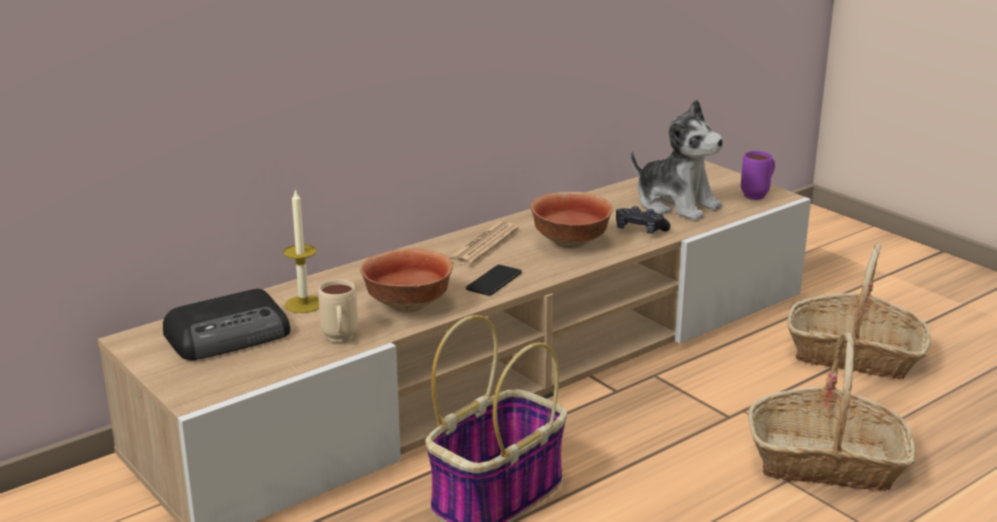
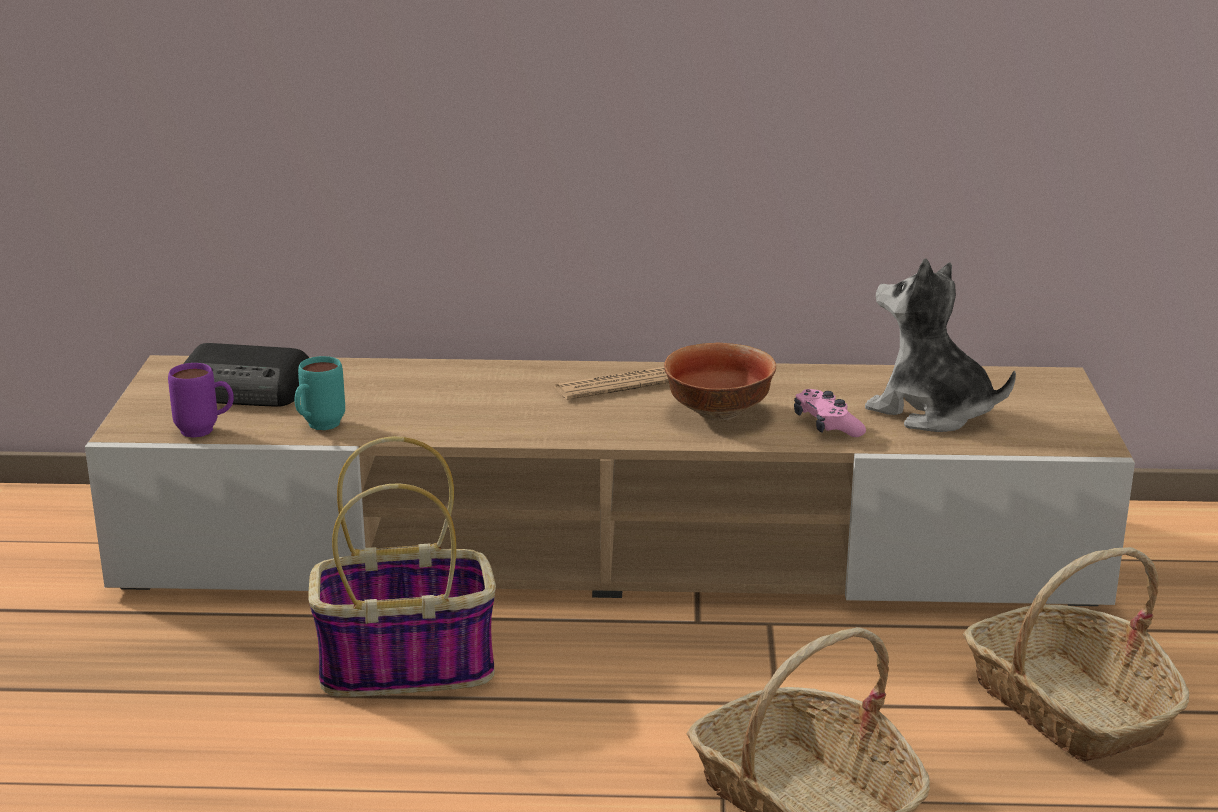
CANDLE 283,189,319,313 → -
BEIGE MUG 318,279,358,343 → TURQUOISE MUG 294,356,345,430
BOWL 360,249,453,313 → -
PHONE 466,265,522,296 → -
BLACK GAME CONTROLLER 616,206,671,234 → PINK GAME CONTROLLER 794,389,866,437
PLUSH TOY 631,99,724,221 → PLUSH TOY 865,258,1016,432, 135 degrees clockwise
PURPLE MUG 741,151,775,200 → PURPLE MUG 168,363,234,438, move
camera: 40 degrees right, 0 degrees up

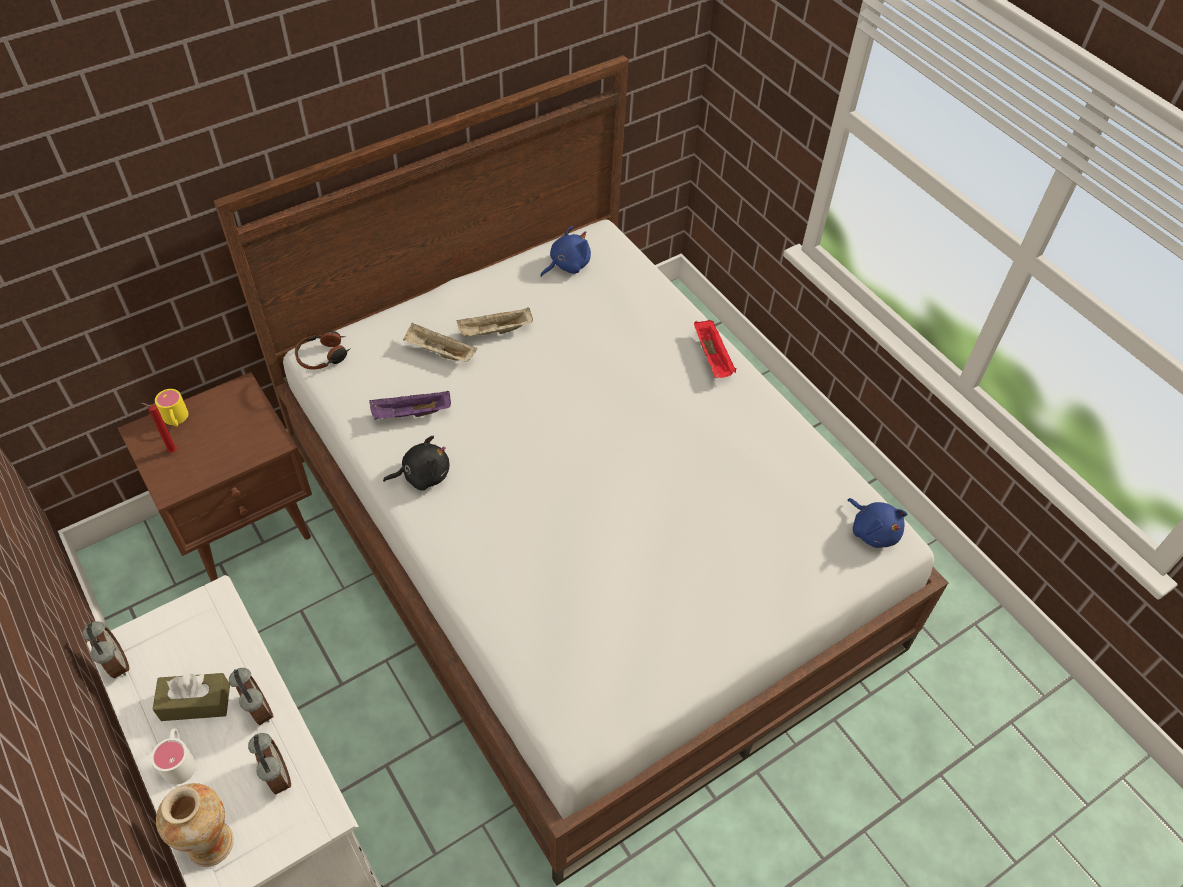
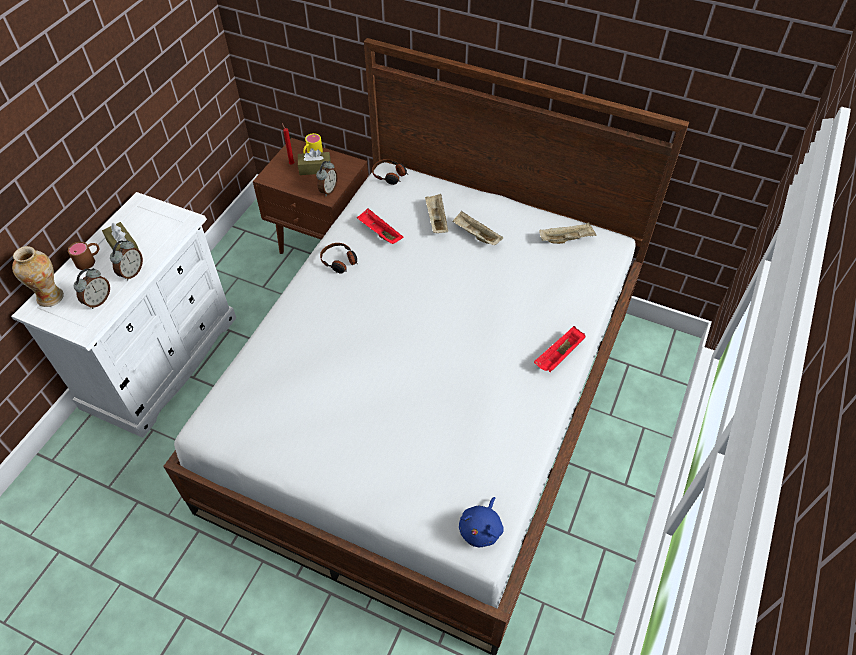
ALARM CLOCK 83,621,129,678 → ALARM CLOCK 316,161,338,196, move
WHITE MUG 151,728,197,785 → BROWN MUG 68,242,99,270
PURPLE TRAY 369,391,451,420 → RED TRAY 357,208,404,244
BLACK PLUSH TOY 383,436,449,491 → HEADPHONES 320,243,358,273
BLUE PLUSH TOY 540,226,591,277 → BEIGE TRAY 539,222,597,244
- → BROWN TISSUE BOX 298,148,331,175
camera: 60 degrees right, 0 degrees up

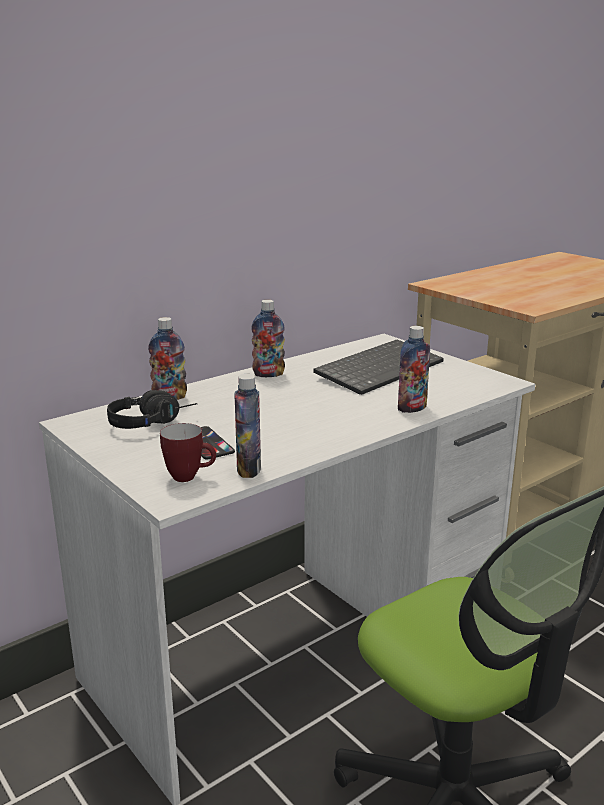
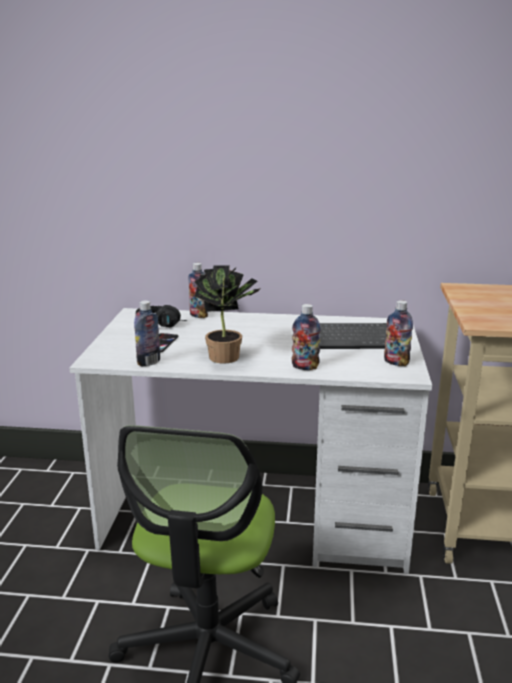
MUG 160,423,216,482 → -
BOTTLE 251,300,285,377 → BOTTLE 384,300,413,366, move
- → POTTED PLANT 194,265,261,364
camera: 45 degrees right, 0 degrees up

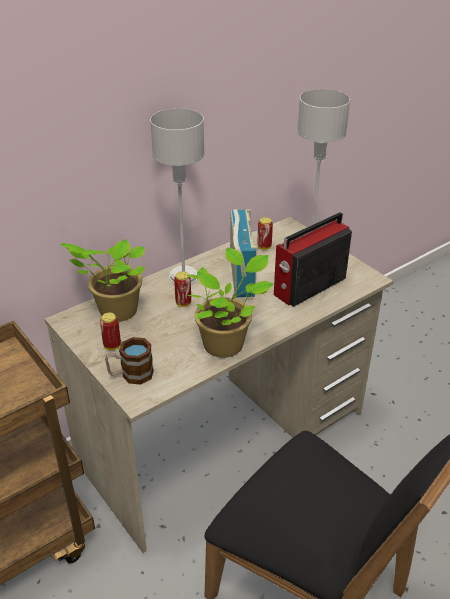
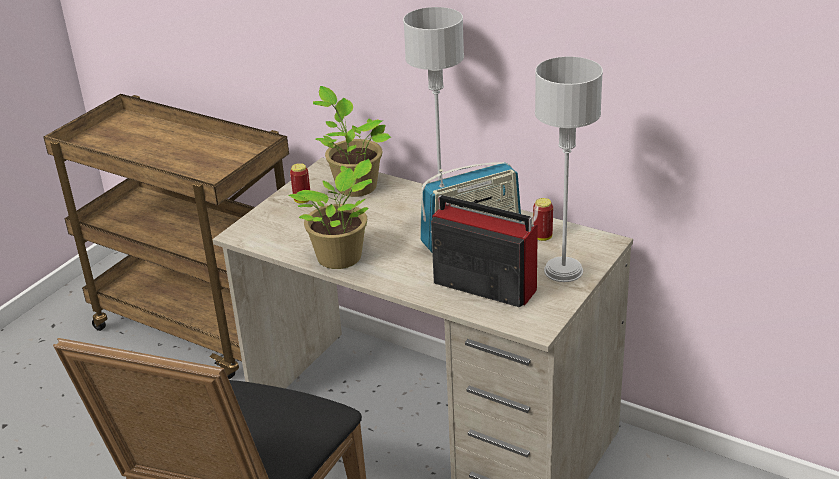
MUG 105,337,154,385 → -
CAN 174,271,191,307 → -
camera: 70 degrees right, 5 degrees down

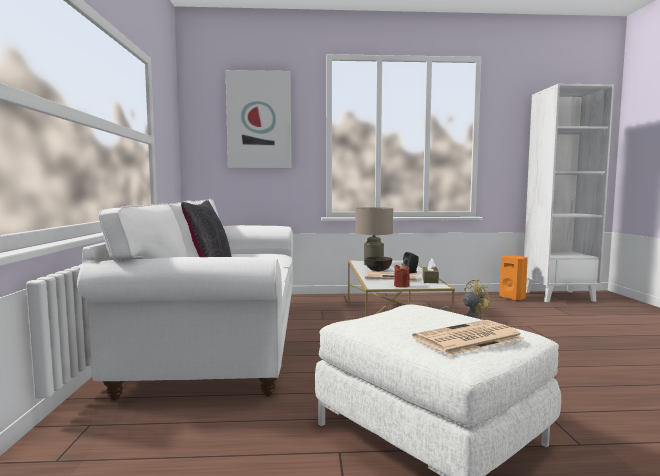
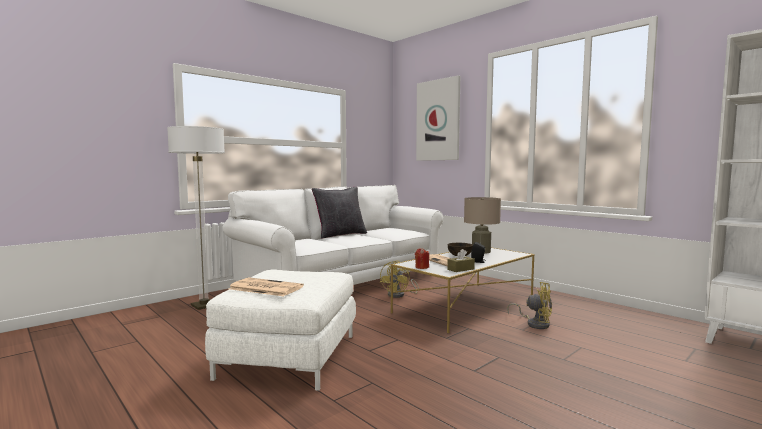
ORANGE SPEAKER 499,255,528,301 → -
- → FLOOR LAMP 167,126,225,310
- → YELLOW FAN 380,261,419,298
camera: 50 degrees right, 0 degrees up

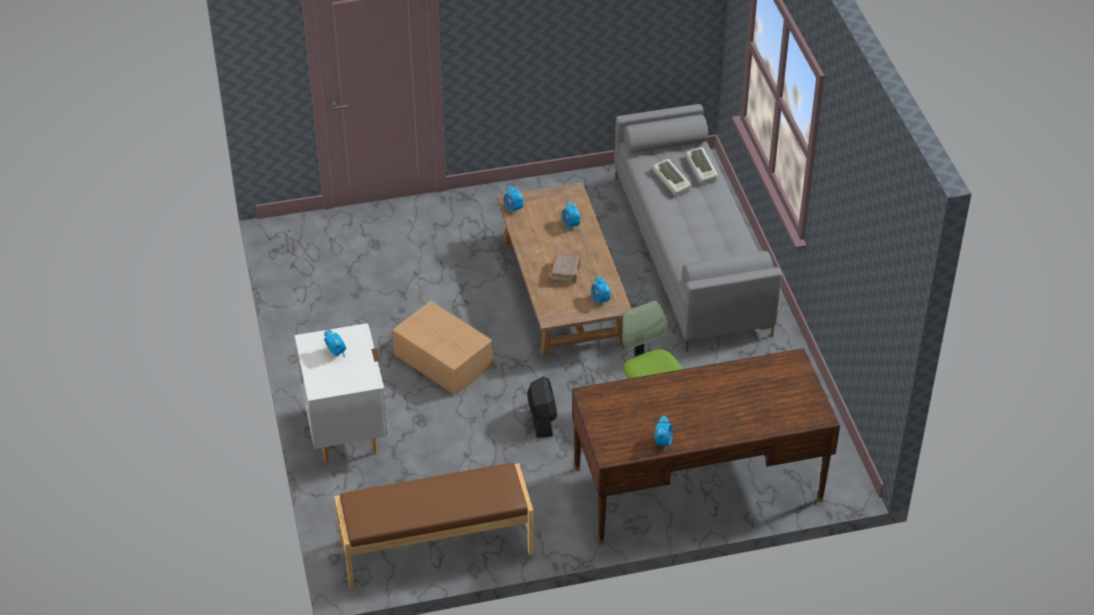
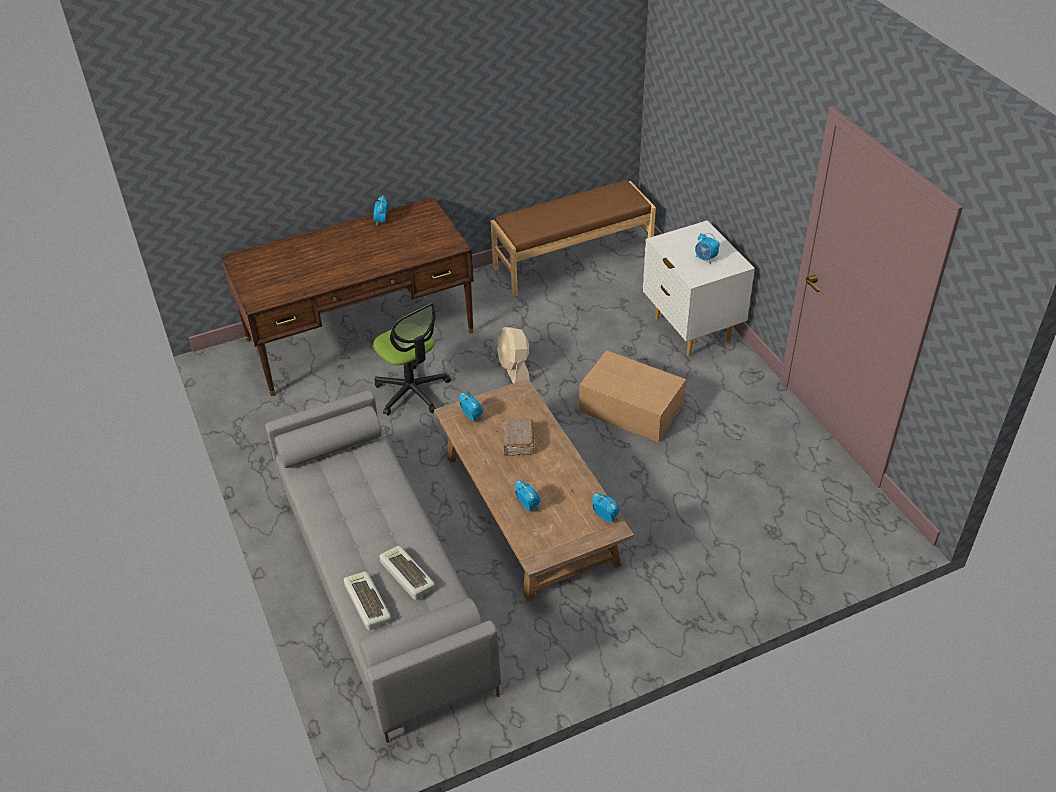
BLACK FAN 527,376,557,438 → BEIGE FAN 497,327,530,383
camera: 170 degrees right, 0 degrees up

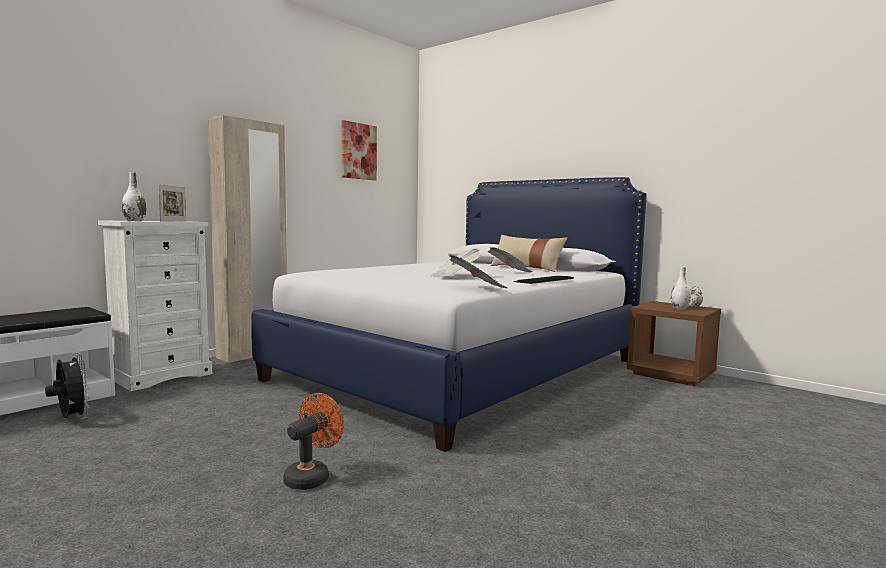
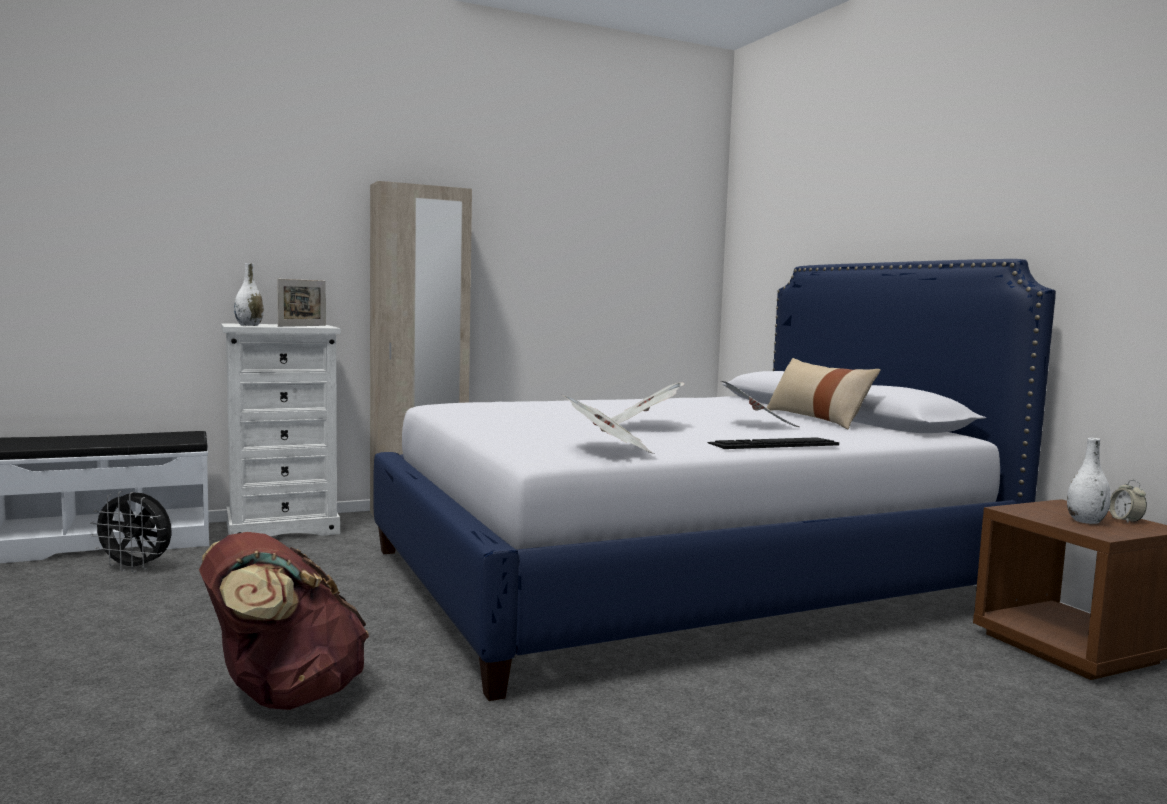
BLACK FAN 45,353,90,419 → BLACK FAN 90,491,171,572, 120 degrees clockwise
ORANGE FAN 283,393,344,490 → BROWN BACKPACK 199,532,369,710
PICTURE 342,120,377,180 → -
camera: 25 degrees right, 0 degrees up

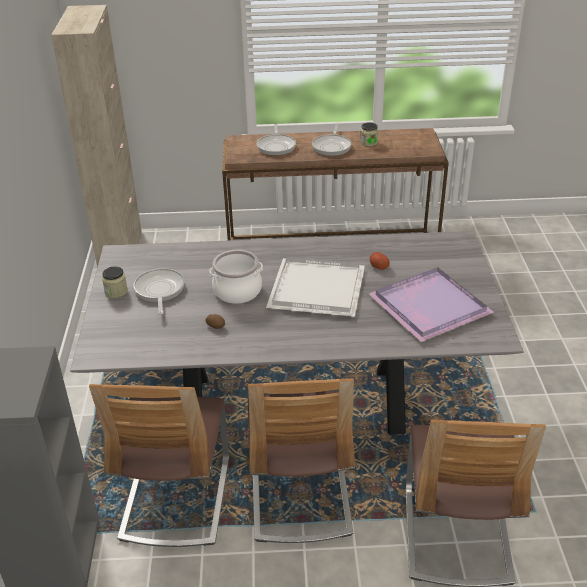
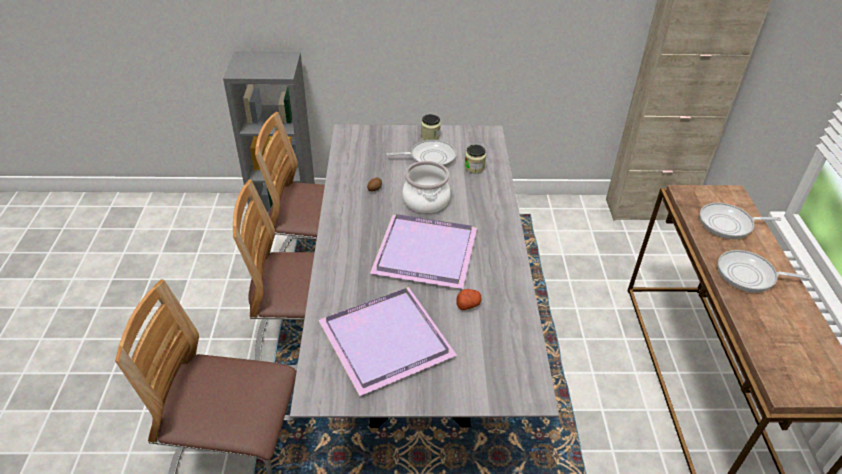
WHITE TRAY 266,257,365,317 → PURPLE TRAY 370,214,477,289
JAR 360,122,378,147 → JAR 464,145,486,173, move
camera: 90 degrees right, 5 degrees up

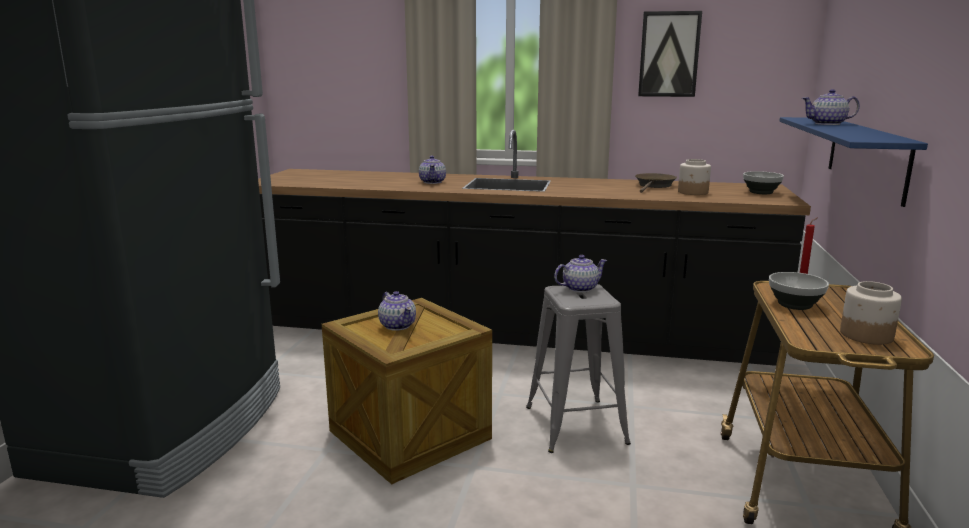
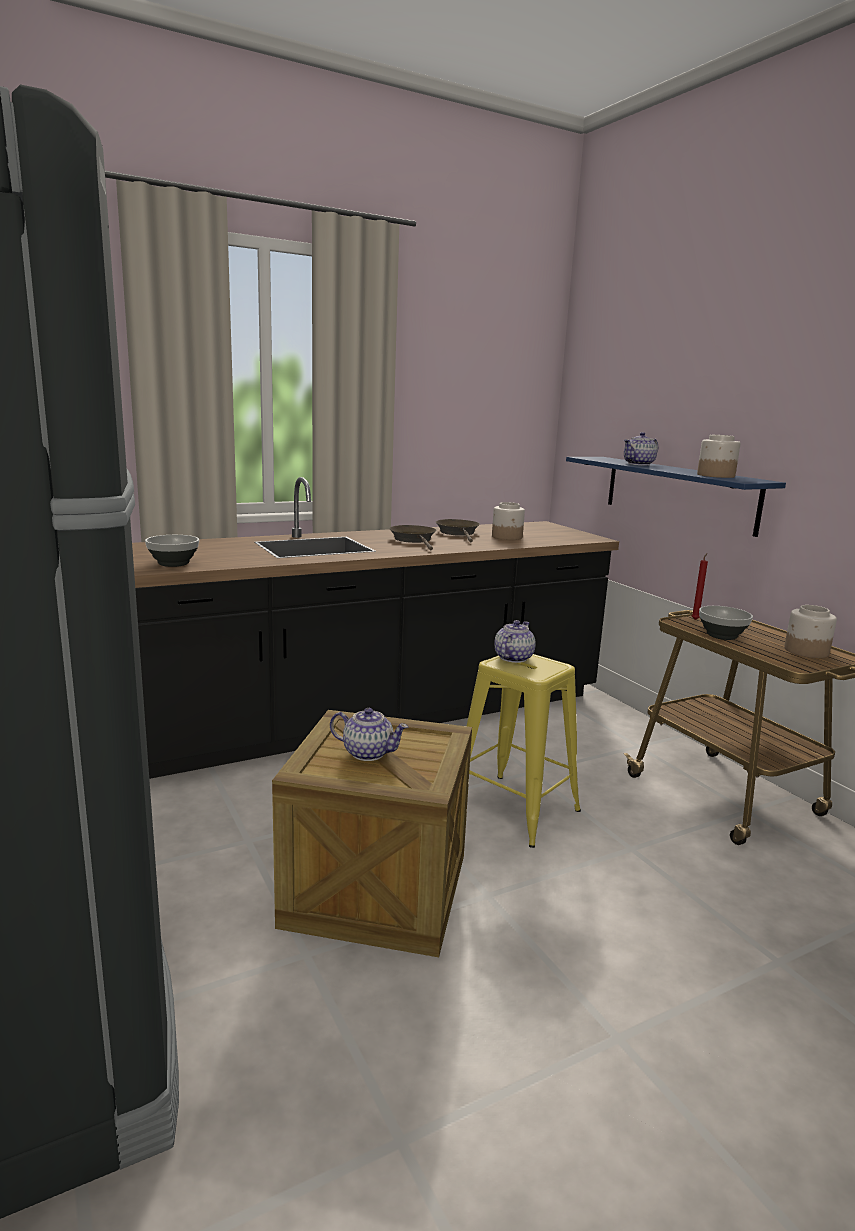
TEAPOT 419,156,446,184 → -
GREY STOOL 526,284,631,453 → YELLOW STOOL 467,654,581,848
PICTURE 638,11,702,97 → -
BOWL 743,171,784,194 → BOWL 145,535,199,567, move
- → BROWN FRYING PAN 389,525,436,550
- → JAR 697,435,740,478
camera: 40 degrees left, 0 degrees up

